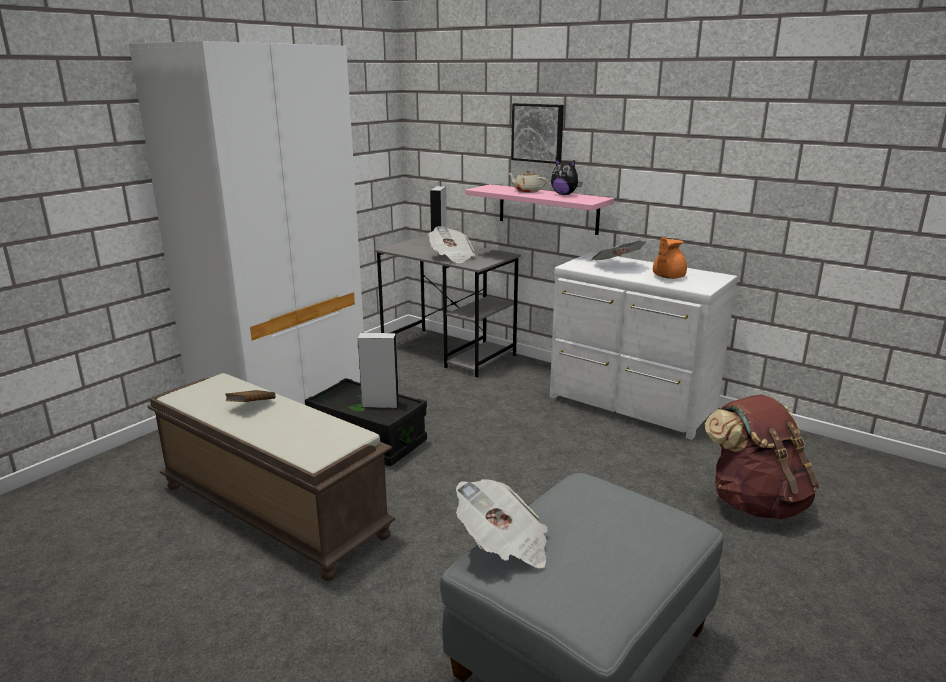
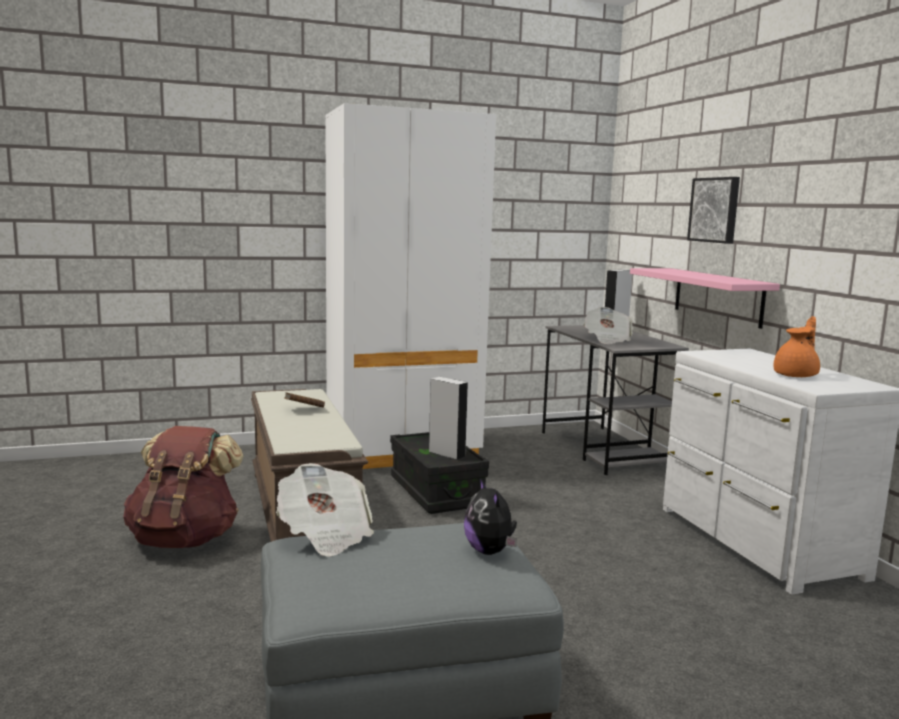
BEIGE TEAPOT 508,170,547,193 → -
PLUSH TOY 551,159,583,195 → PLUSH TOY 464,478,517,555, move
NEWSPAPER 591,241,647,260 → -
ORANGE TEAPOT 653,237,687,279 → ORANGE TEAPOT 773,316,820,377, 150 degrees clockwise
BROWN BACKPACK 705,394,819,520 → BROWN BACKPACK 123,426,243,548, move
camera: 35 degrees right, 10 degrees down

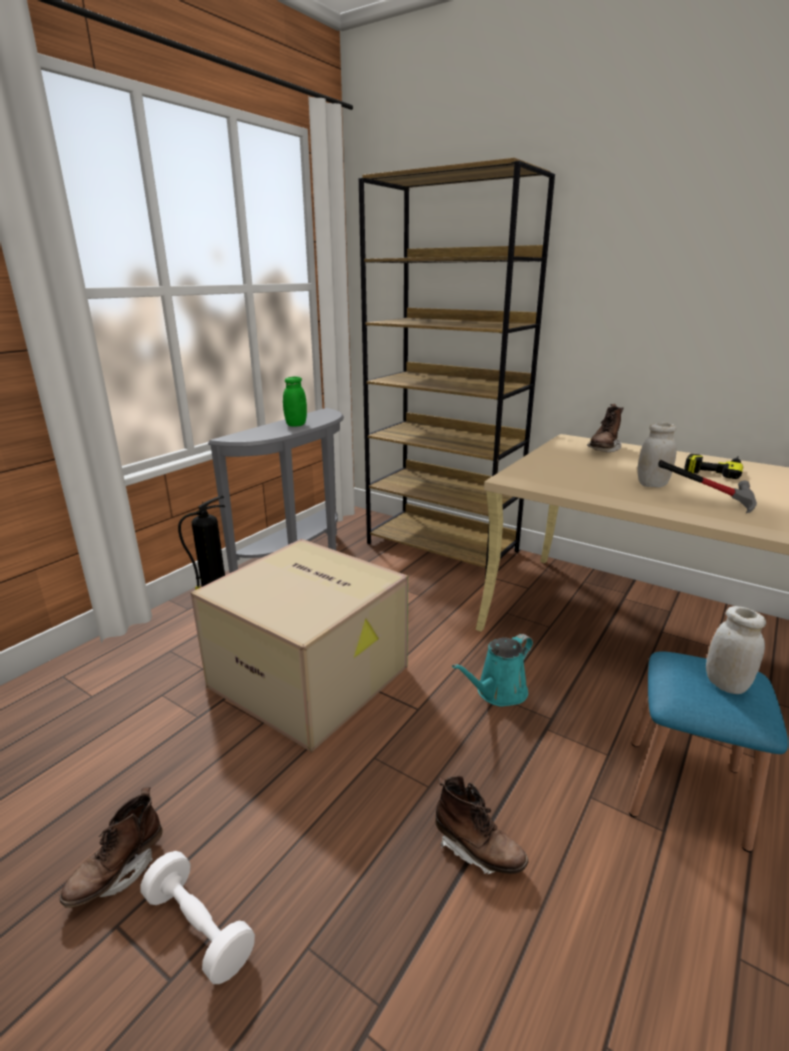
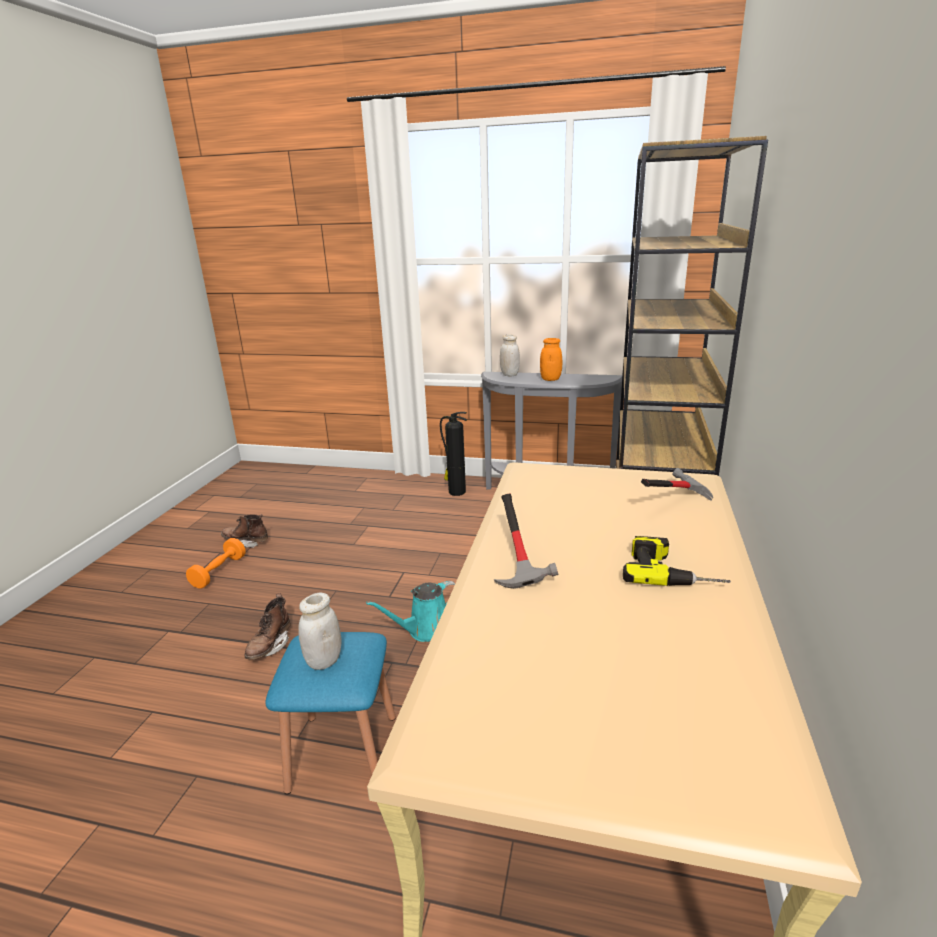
WHITE DUMBBELL 140,851,255,984 → ORANGE DUMBBELL 186,538,246,588
CARDBOARD BOX 190,539,408,752 → -
GREEN JAR 283,377,307,427 → ORANGE JAR 540,338,562,381
TURQUOISE WATERING CAN 452,634,533,706 → TURQUOISE WATERING CAN 366,581,455,642, 60 degrees counterclockwise
BROWN BOOT 587,404,624,453 → HAMMER 641,468,713,501
WHITE JAR 637,423,677,487 → WHITE JAR 500,335,520,377, move
camera: 70 degrees right, 0 degrees up

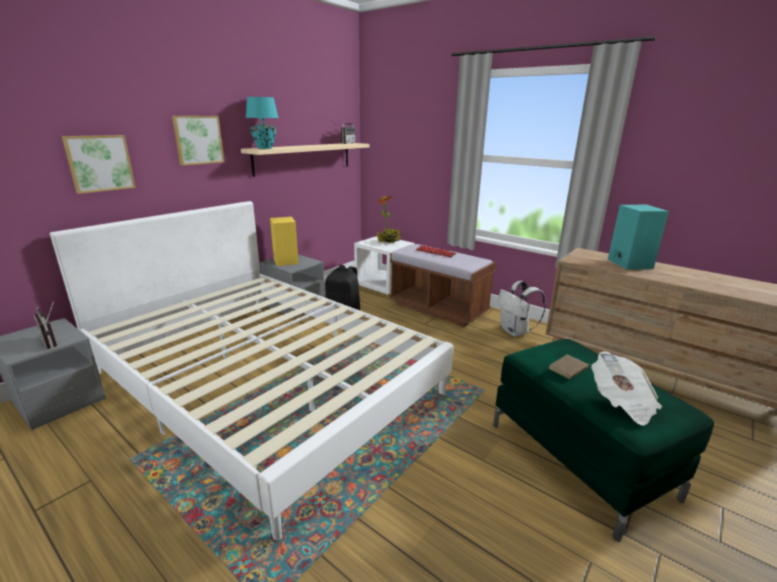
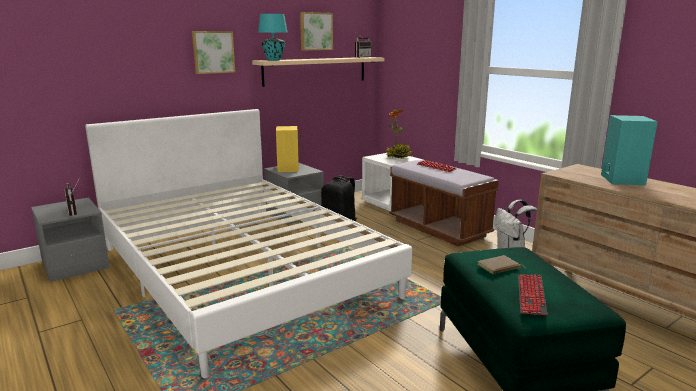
PICTURE 62,135,136,194 → PICTURE 300,12,333,51, move
NEWSPAPER 591,351,662,426 → KEYBOARD 518,274,547,315
camera: 15 degrees right, 5 degrees down

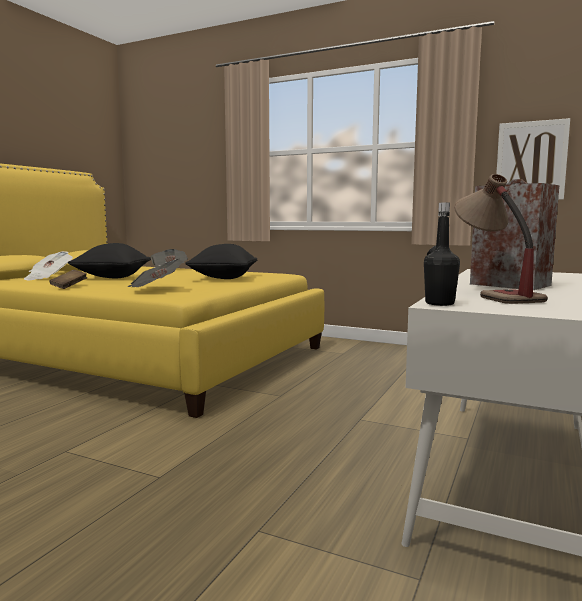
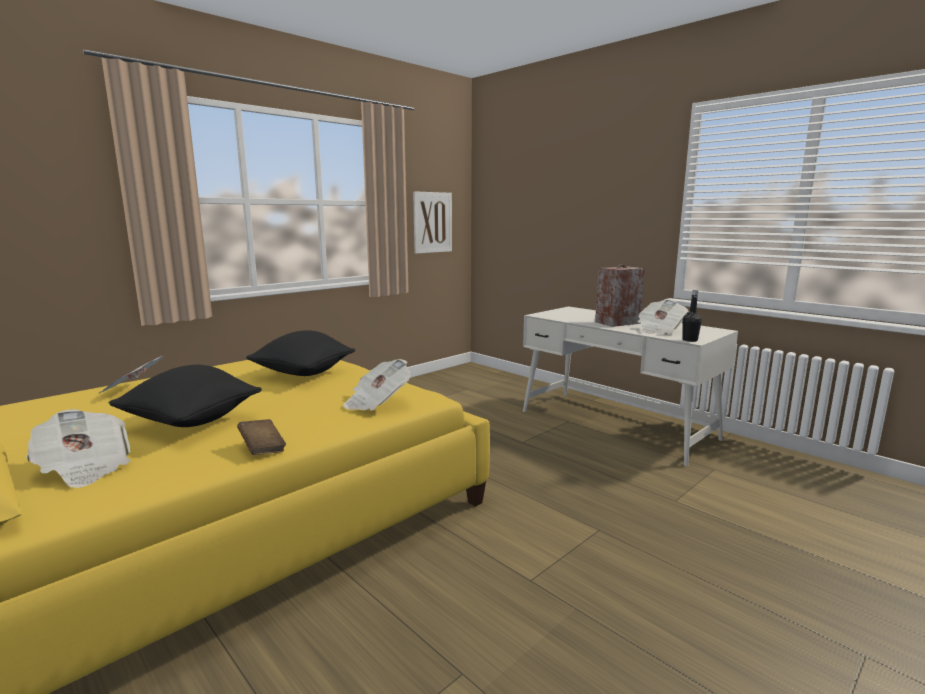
TABLE LAMP 454,174,548,304 → NEWSPAPER 638,299,689,334
camera: 70 degrees left, 5 degrees up

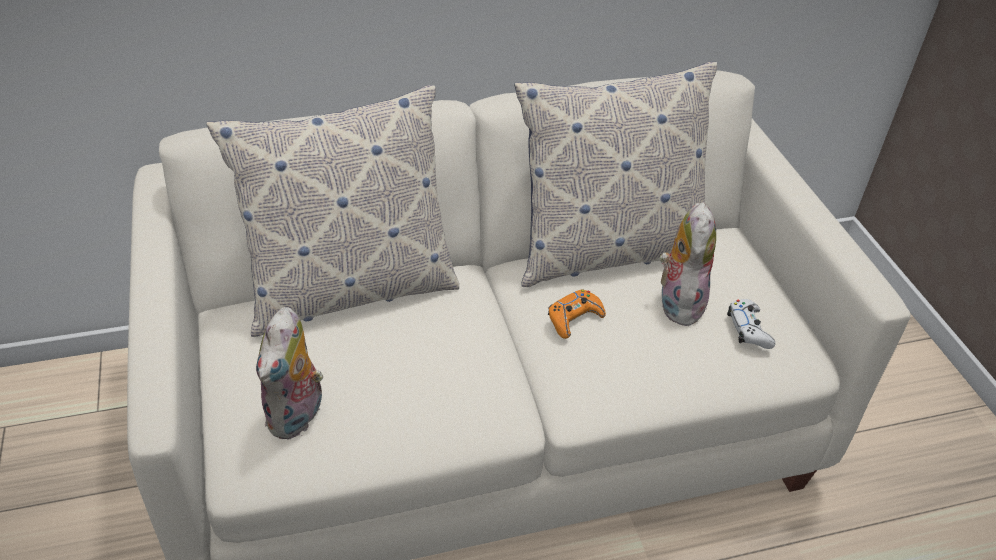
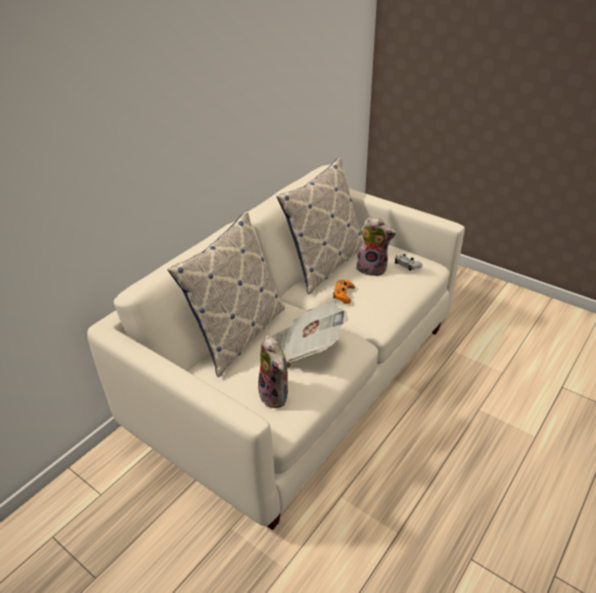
PLUSH TOY 659,202,716,326 → PLUSH TOY 356,217,396,276, 135 degrees clockwise
- → NEWSPAPER 273,303,348,362
camera: 35 degrees left, 5 degrees down

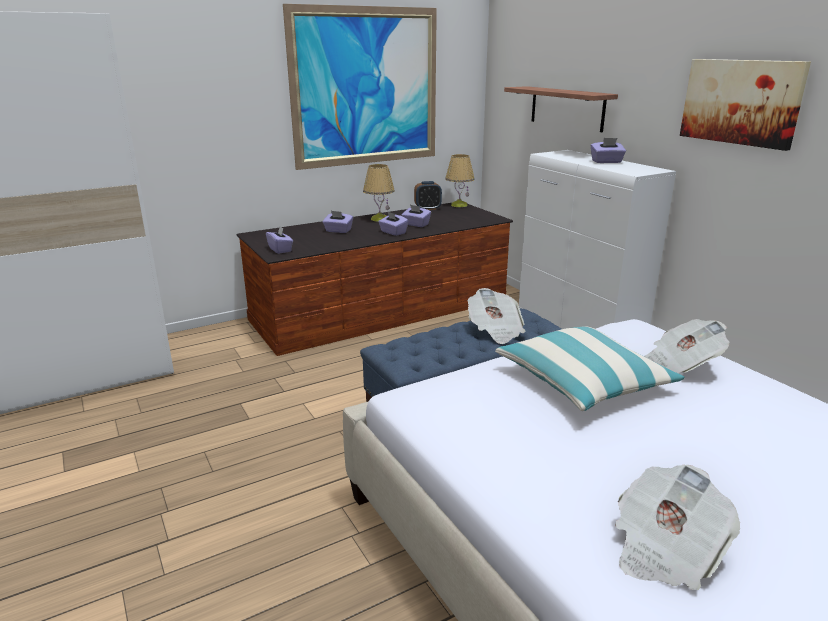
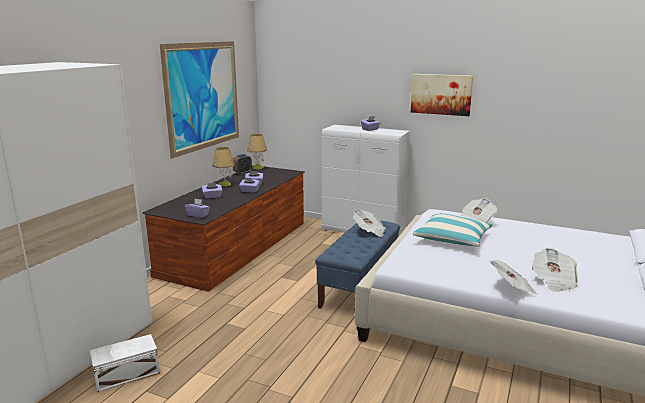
SHELF 504,86,618,132 → -
- → WHITE STORAGE BOX 90,334,160,392
- → NEWSPAPER 489,260,538,295
camera: 35 degrees left, 5 degrees down

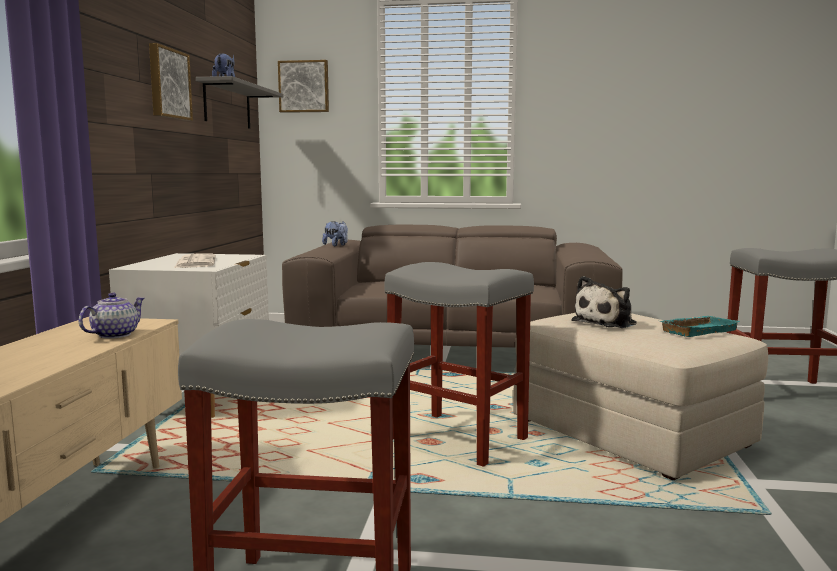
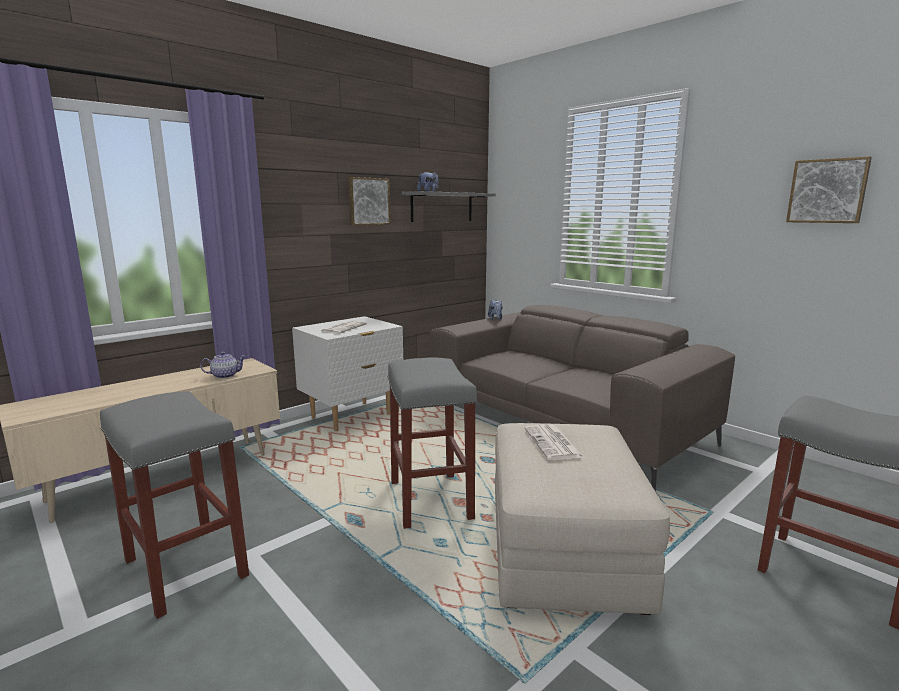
PICTURE 278,60,329,113 → PICTURE 786,156,872,223, move
PLUSH TOY 571,276,637,328 → NEWSPAPER 524,424,585,460
TURQUOISE TRAY 660,316,740,337 → -
camera: 40 degrees right, 5 degrees up

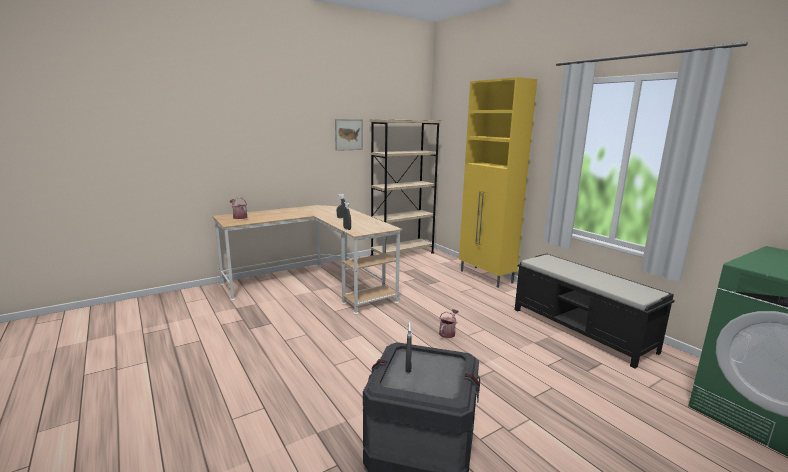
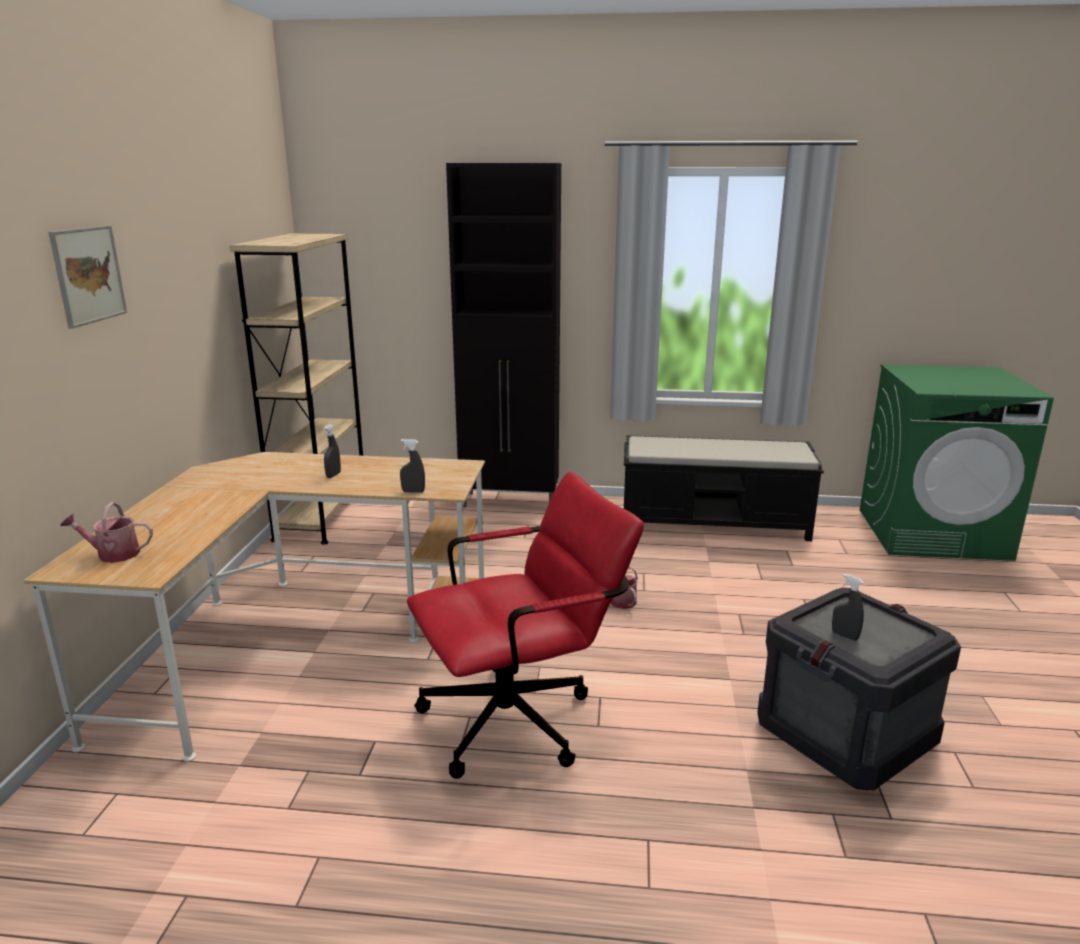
PICTURE 335,119,363,151 → PICTURE 48,225,127,329, move
YELLOW CABINET 459,77,537,288 → BLACK CABINET 446,163,561,508
- → RED OFFICE CHAIR 407,472,644,779
camera: 50 degrees left, 5 degrees up

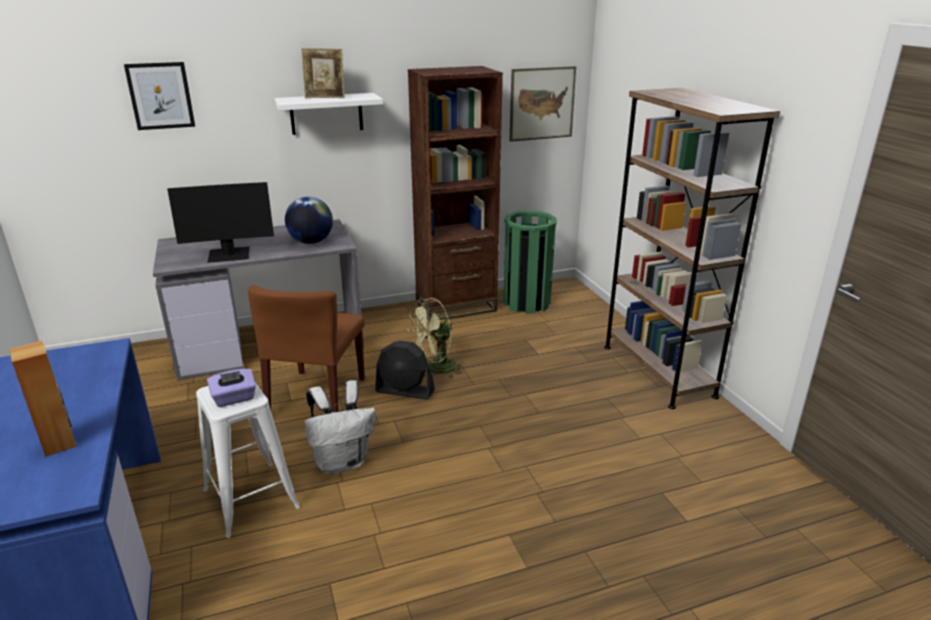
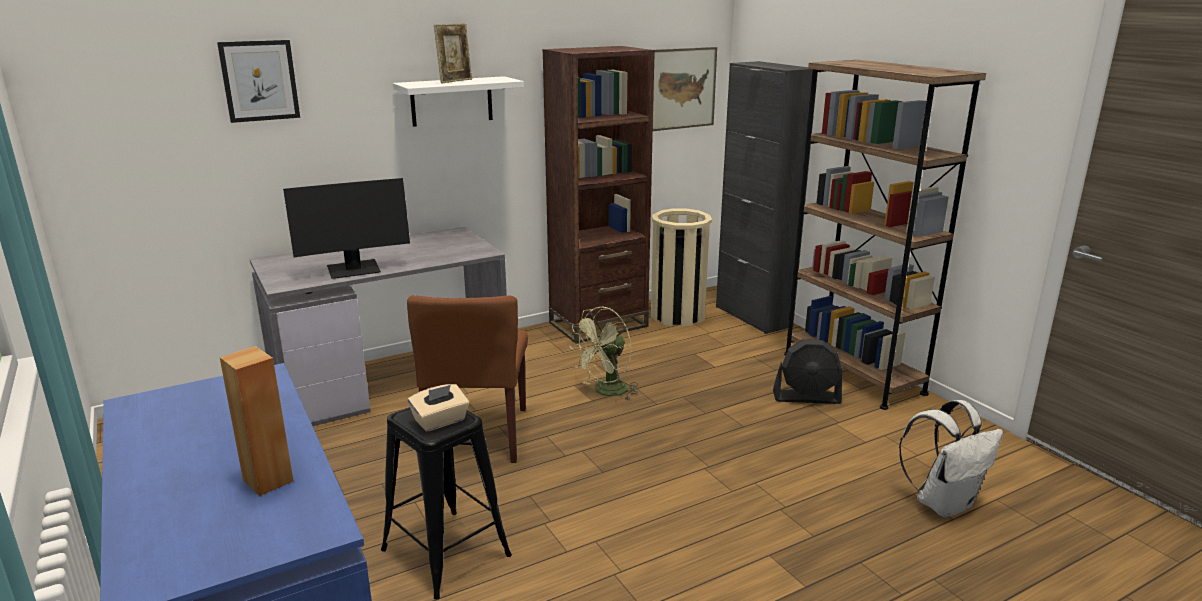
WHITE STOOL 196,383,300,538 → BLACK STOOL 381,407,512,599
PURPLE TISSUE BOX 207,369,256,407 → BEIGE TISSUE BOX 408,384,469,432
GLOBE 285,197,333,244 → -
PICTURE FRAME 301,48,345,98 → PICTURE FRAME 434,24,472,84, 45 degrees counterclockwise
WHITE BACKPACK 304,380,376,474 → WHITE BACKPACK 899,400,1003,518, move
BLACK FAN 375,341,435,400 → BLACK FAN 773,340,842,404, move
GREEN TRASH CAN 503,210,557,314 → BEIGE TRASH CAN 651,209,712,327
- → BLACK CABINET 716,61,818,334
camera: 10 degrees left, 5 degrees down

